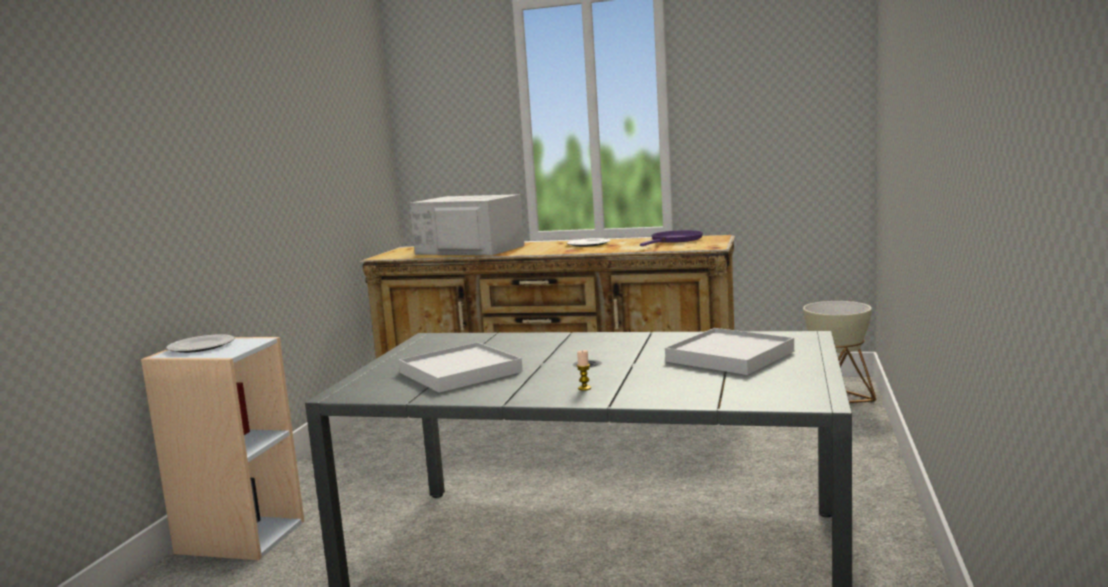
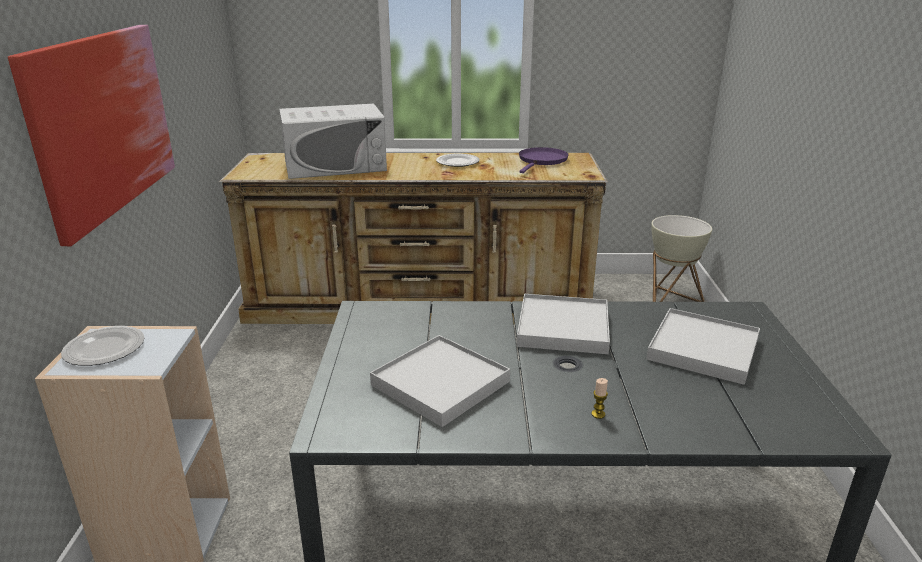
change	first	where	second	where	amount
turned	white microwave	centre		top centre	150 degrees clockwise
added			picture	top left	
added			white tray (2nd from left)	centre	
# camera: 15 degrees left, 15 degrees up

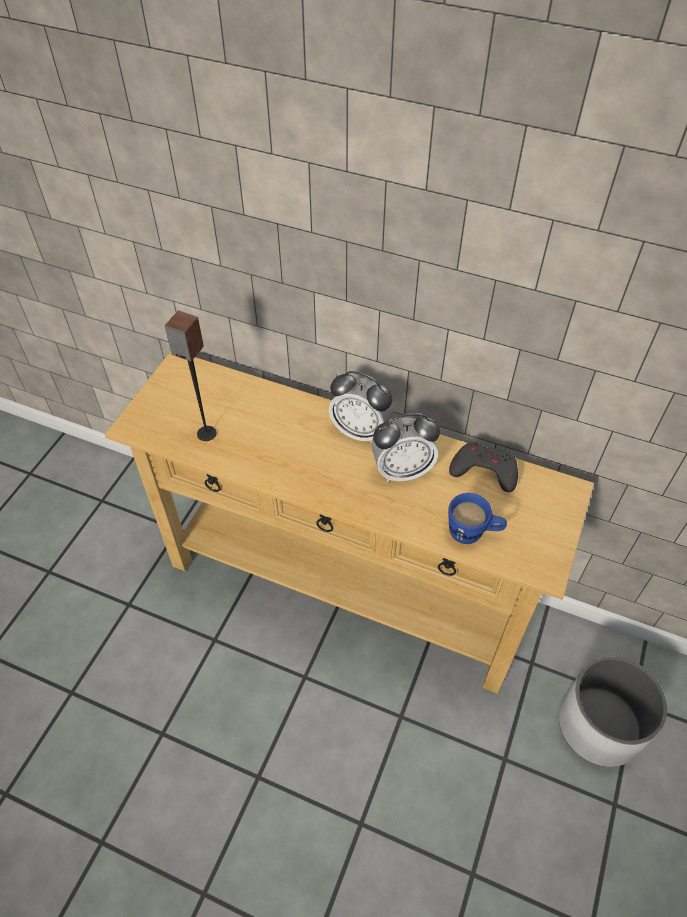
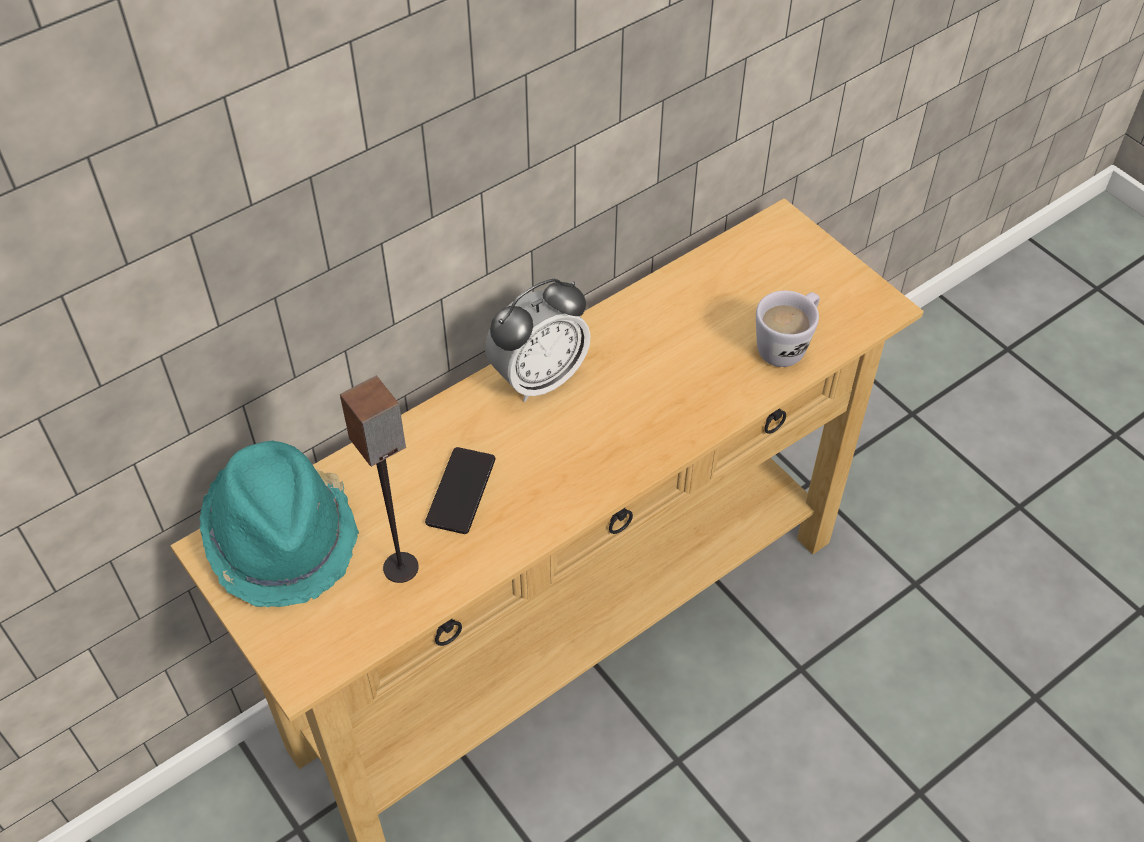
change	first	where	second	where	amount
removed	alarm clock (2nd from left)	centre			
removed	grey game controller	middle right			
recoloured	blue mug	middle right	white mug	middle right	
removed	white planter	bottom right			
added			turquoise hat	middle left	
added			phone	centre	
# camera: 60 degrees left, 0 degrees up

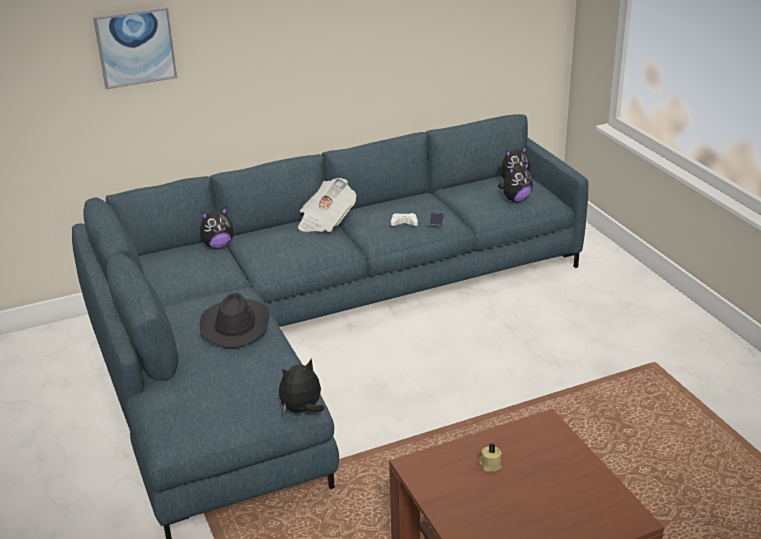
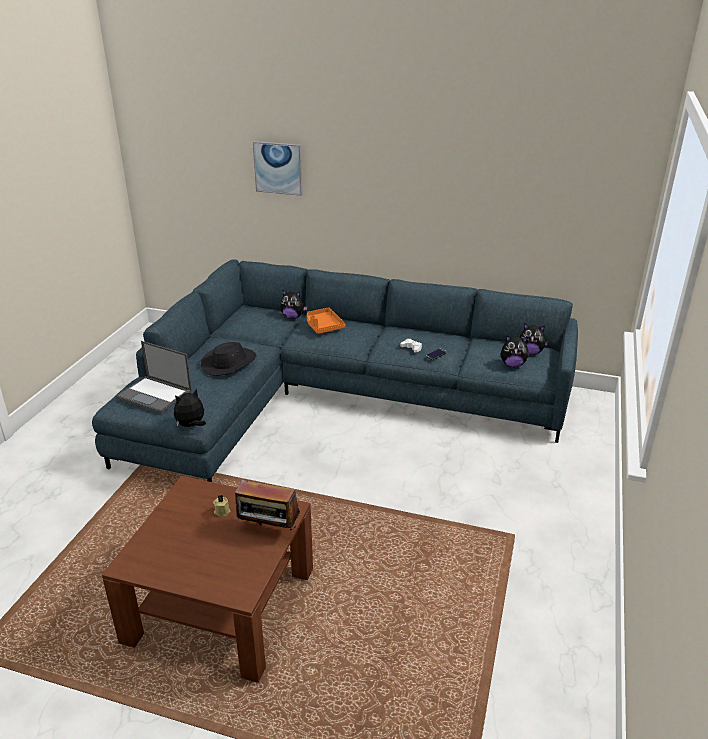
change	first	where	second	where	amount
removed	newspaper	centre			
turned	plush toy (2nd from left in the first image)	bottom centre	plush toy (1st from left)	middle left	45 degrees counterclockwise
added			orange tray	centre	
added			laptop	middle left	
added			radio	bottom centre	
# camera: 40 degrees right, 0 degrees up

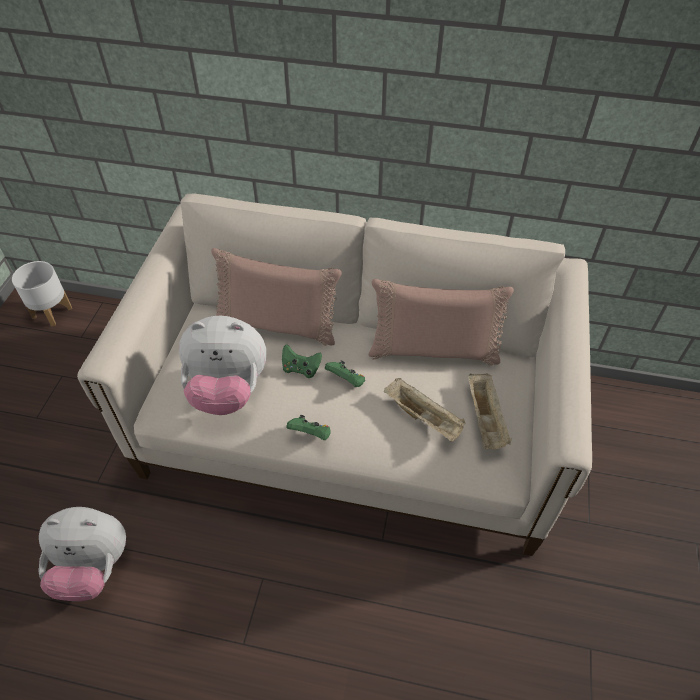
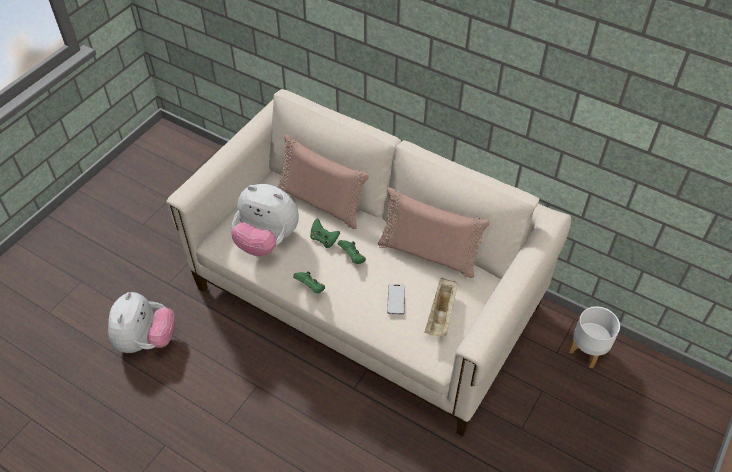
change	first	where	second	where	amount
moved	white planter	middle left		bottom right	
replaced	beige tray (1st from left)	centre	phone	centre	
turned	plush toy (1st from left)	bottom left		bottom left	105 degrees counterclockwise
# camera: 20 degrees right, 0 degrees up

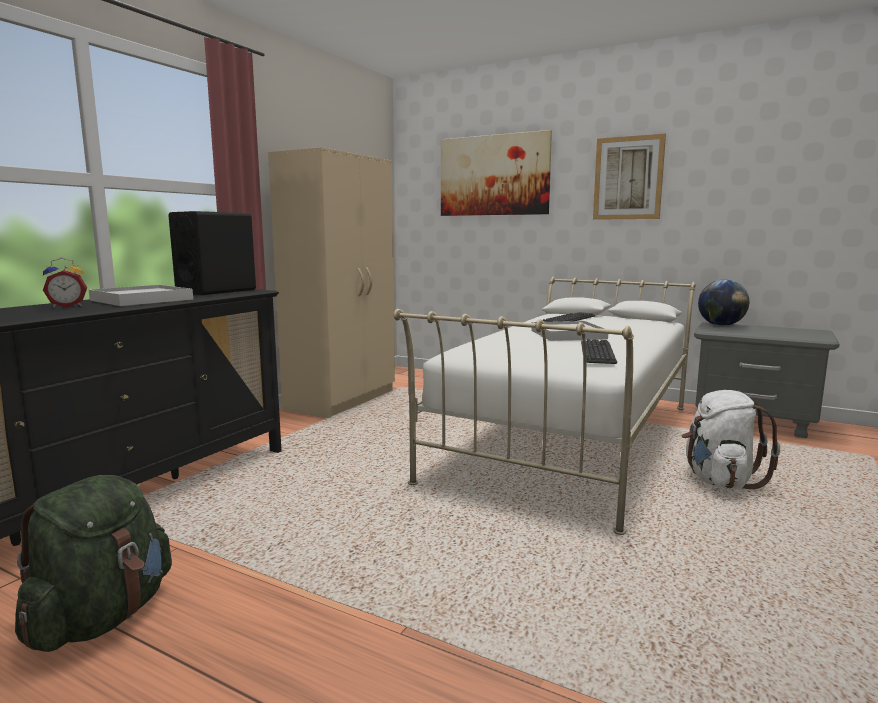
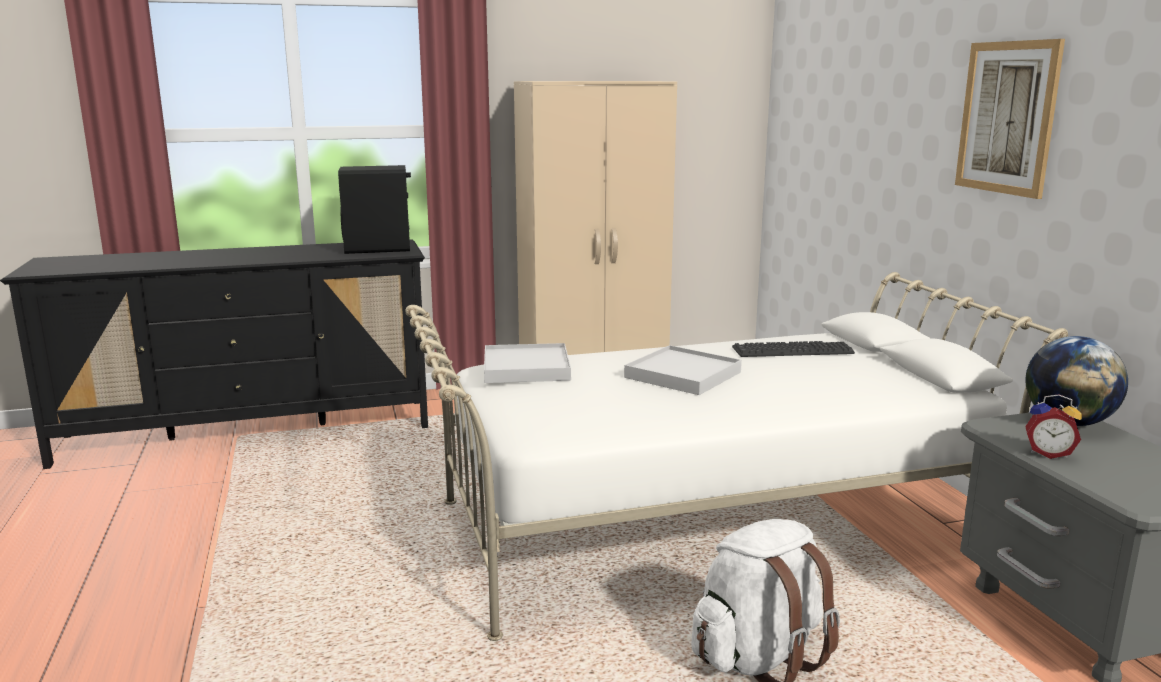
change	first	where	second	where	amount
removed	picture (1st from left)	top centre			
moved	alarm clock	middle left		middle right	
moved	white tray (1st from left)	middle left		centre	
removed	keyboard (2nd from left)	middle right			
removed	green backpack	bottom left			
# camera: 45 degrees right, 5 degrees up

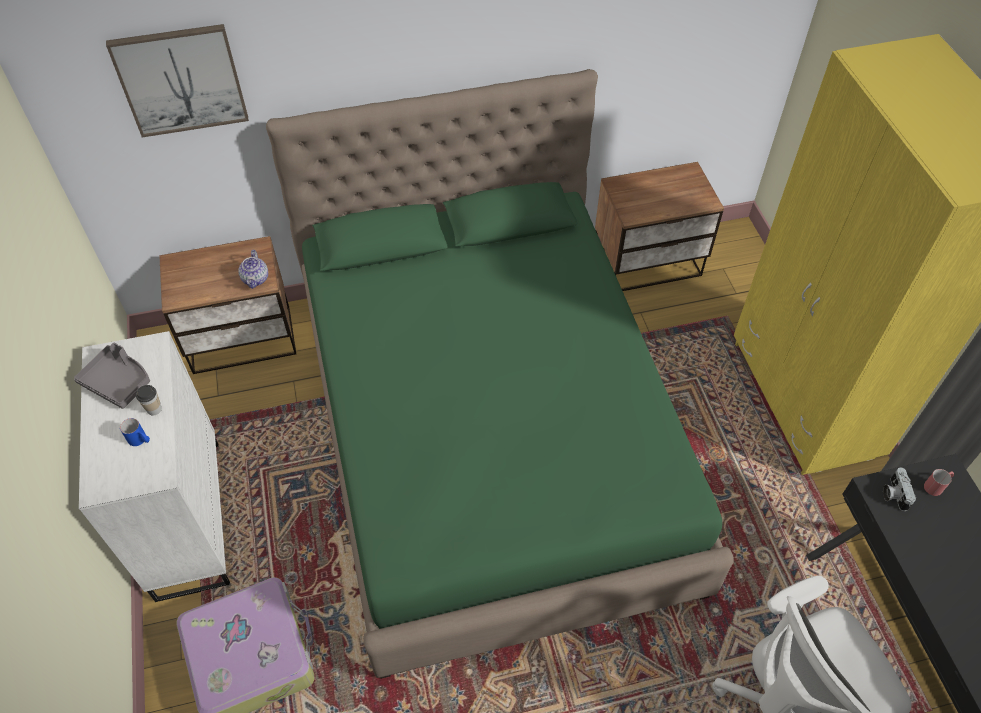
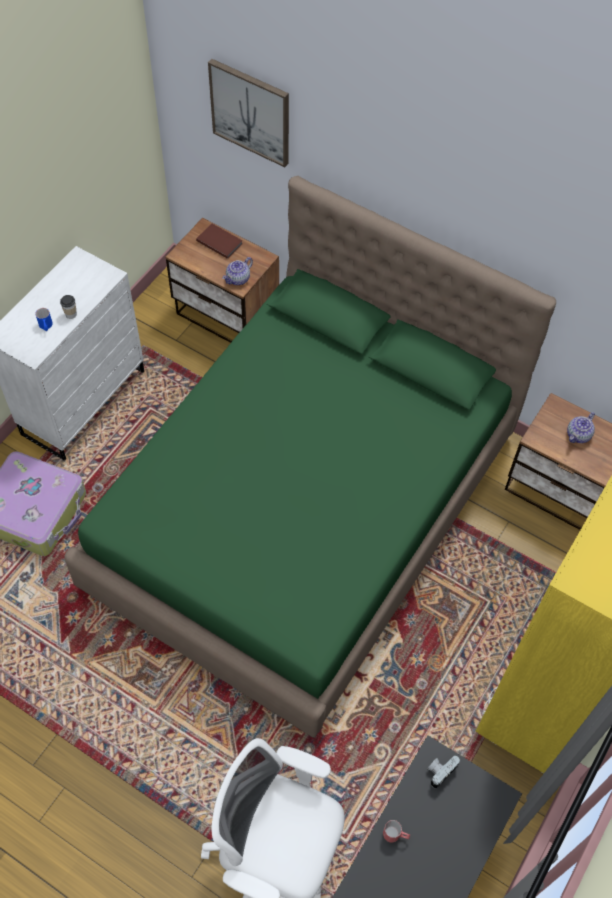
change	first	where	second	where	amount
removed	grey tray	middle left			
moved	red mug	bottom right		bottom centre	
added			brown book	top centre	
added			teapot (2nd from left)	middle right	
# camera: 45 degrees right, 5 degrees up

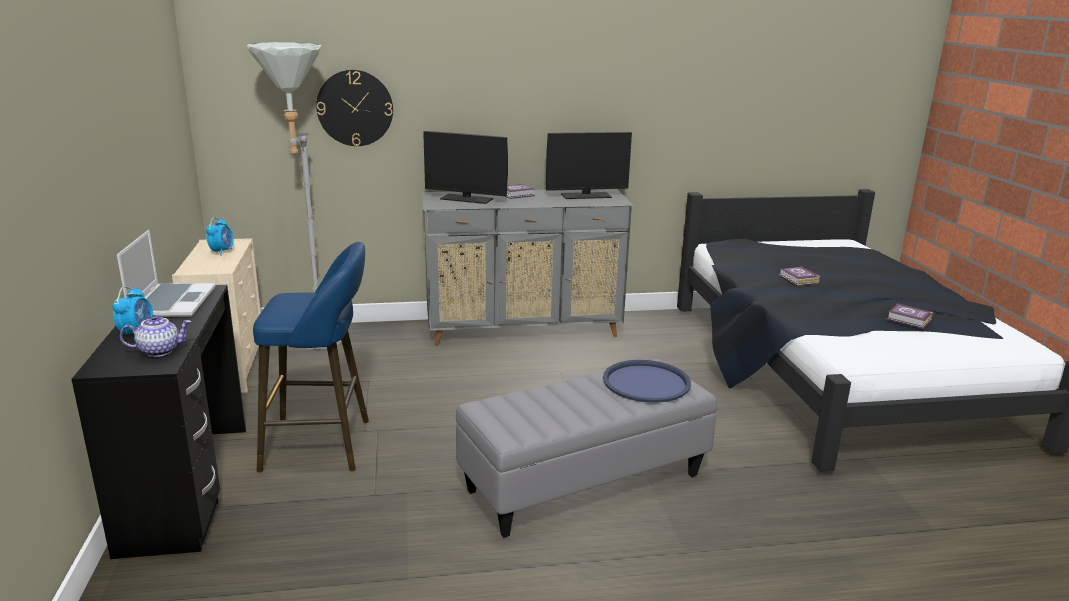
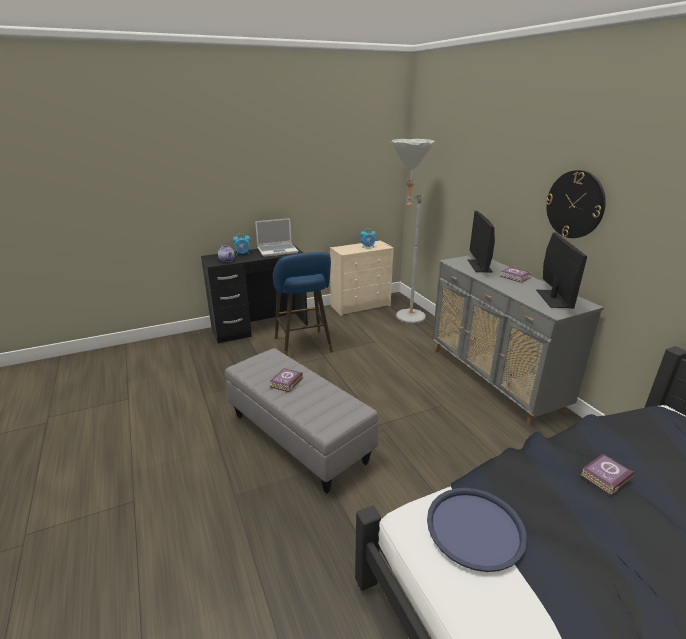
change	first	where	second	where	amount
moved	wall clock	top left		top right	
turned	monitor (2nd from left)	top centre		middle right	150 degrees counterclockwise
moved	book (3rd from left in the first image)	middle right	book (1st from left)	centre	
moved	blue tray	centre		bottom right	
# camera: 75 degrees right, 5 degrees up

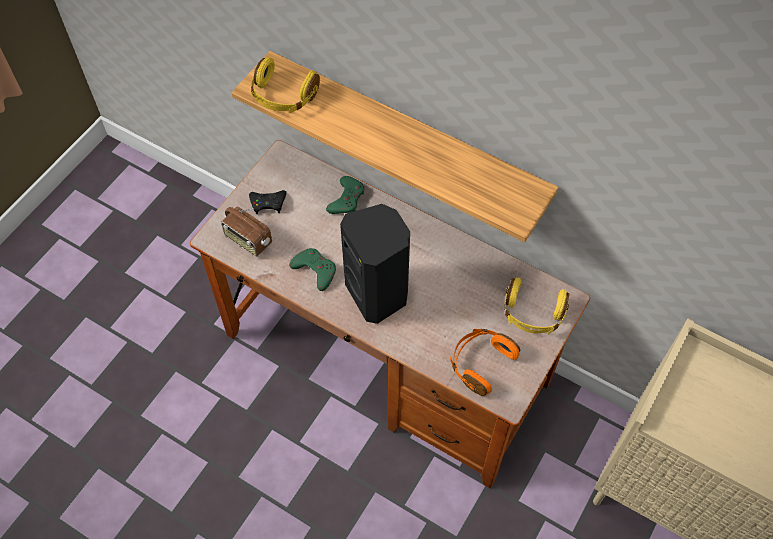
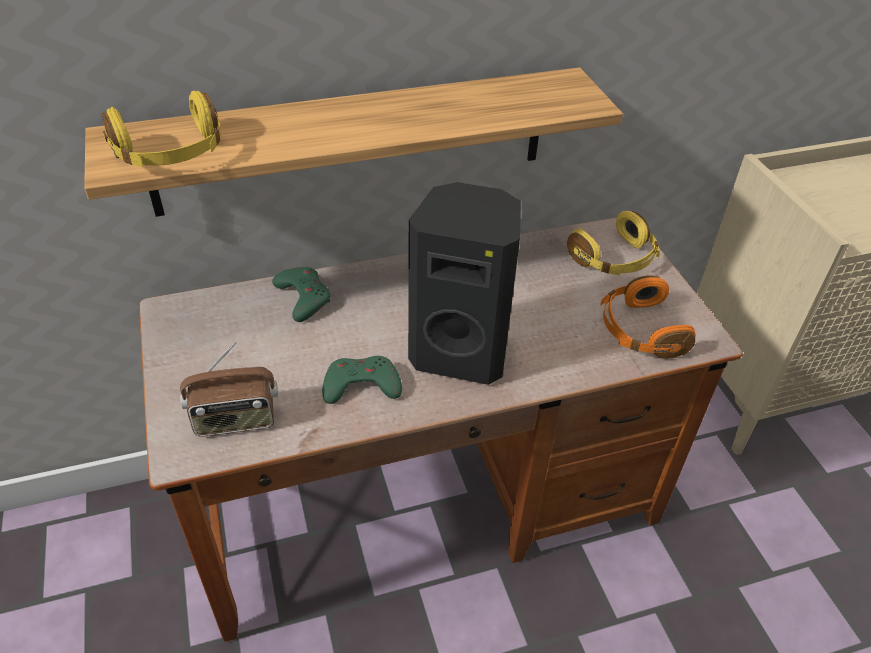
change	first	where	second	where	amount
removed	black game controller	centre			
# camera: 50 degrees left, 15 degrees down

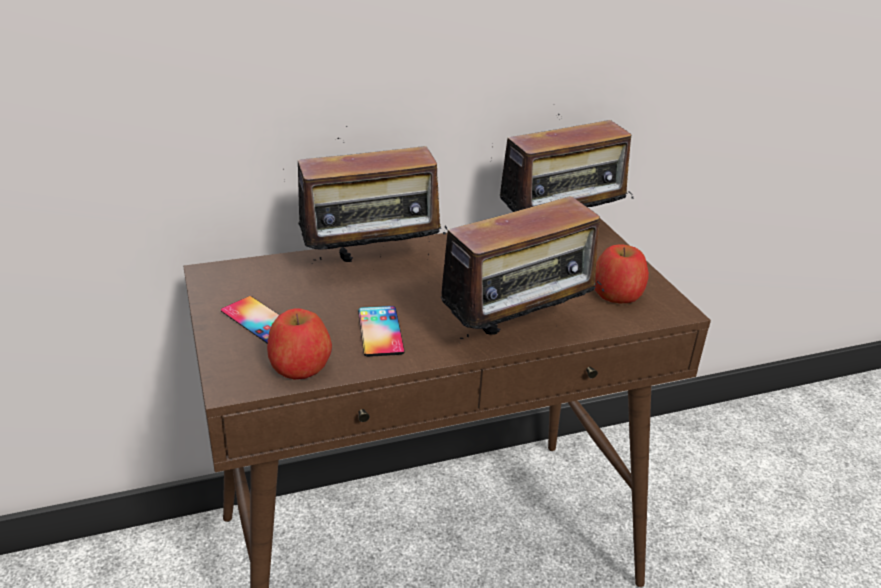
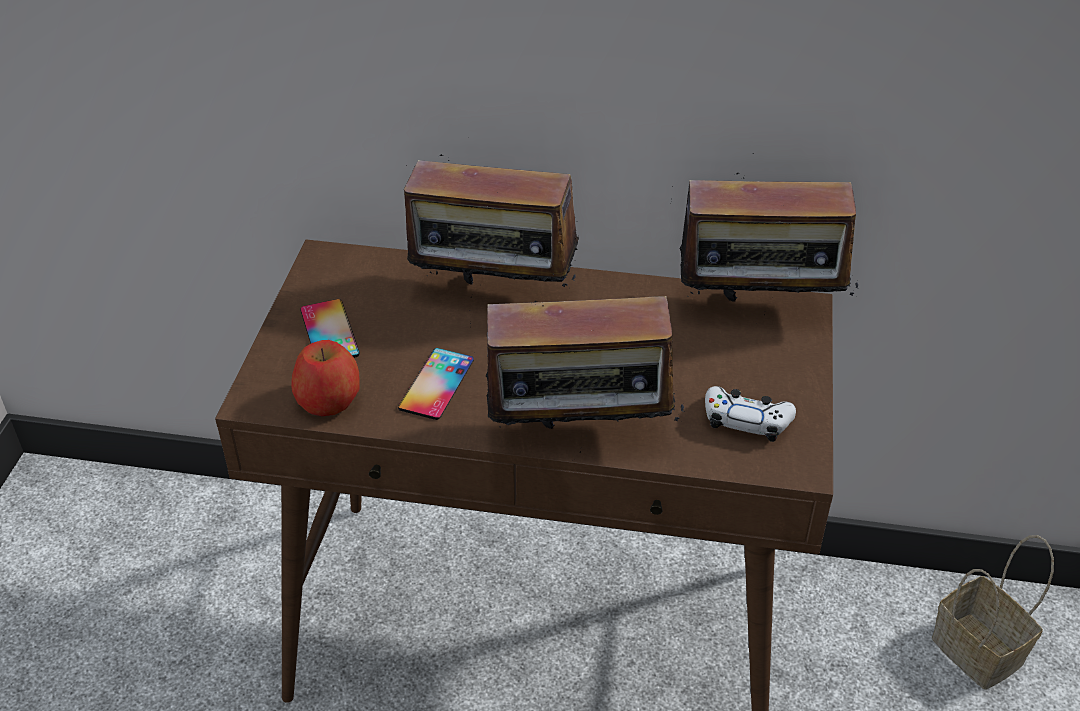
change	first	where	second	where	amount
replaced	apple (2nd from left)	middle right	white game controller	middle right	
added			basket	bottom right	
# camera: 30 degrees right, 10 degrees up

